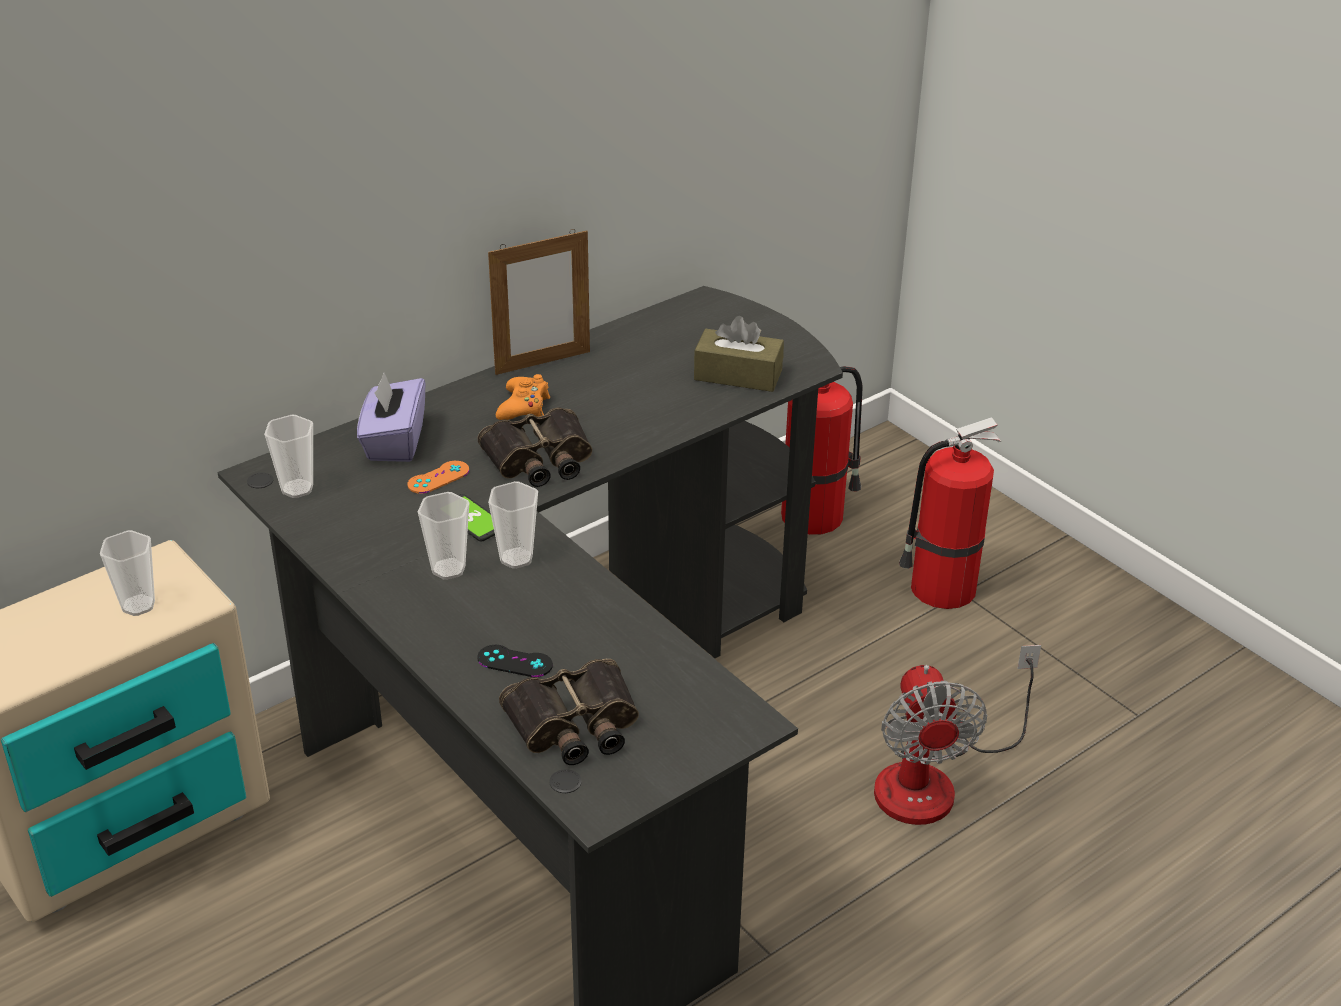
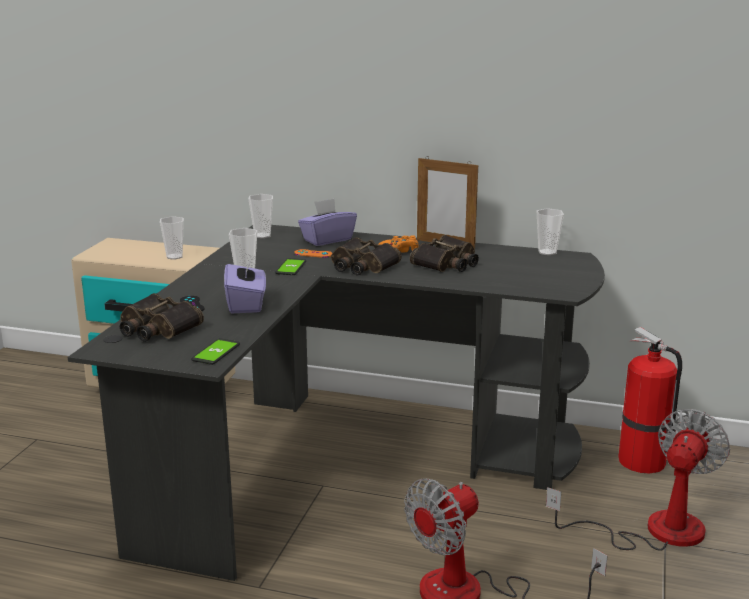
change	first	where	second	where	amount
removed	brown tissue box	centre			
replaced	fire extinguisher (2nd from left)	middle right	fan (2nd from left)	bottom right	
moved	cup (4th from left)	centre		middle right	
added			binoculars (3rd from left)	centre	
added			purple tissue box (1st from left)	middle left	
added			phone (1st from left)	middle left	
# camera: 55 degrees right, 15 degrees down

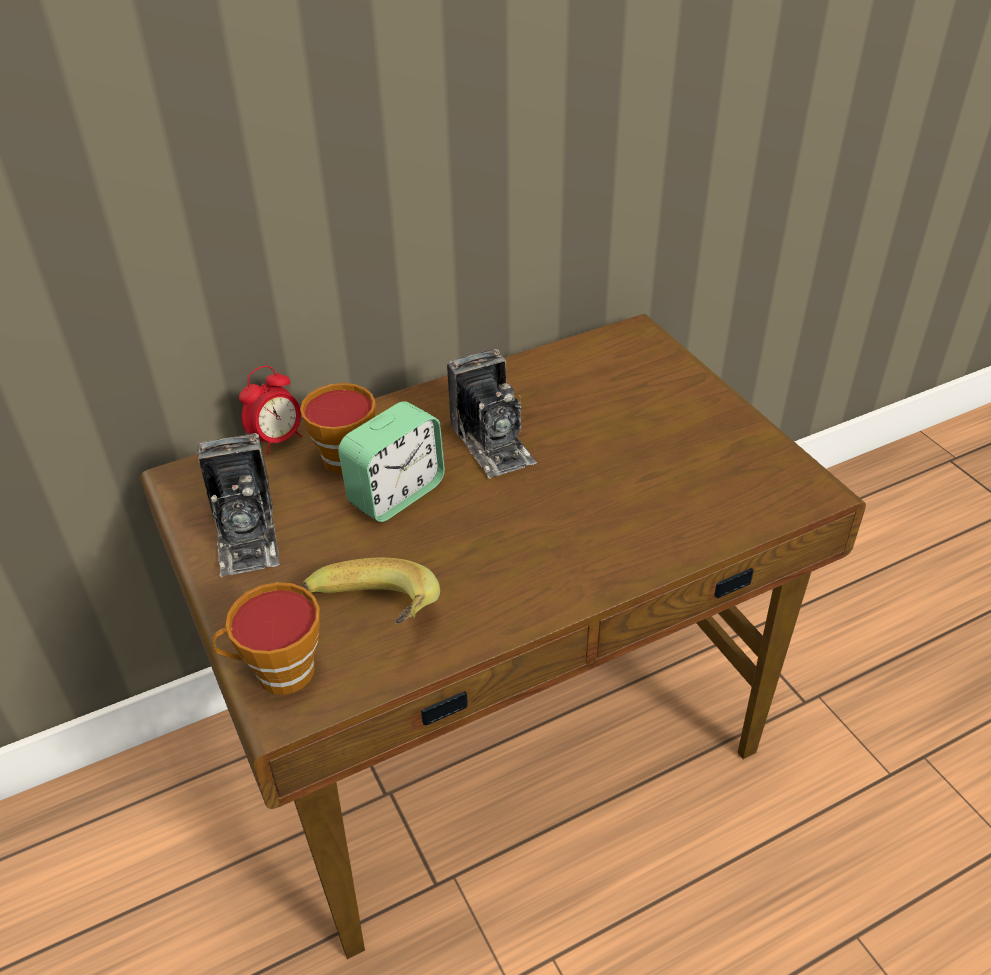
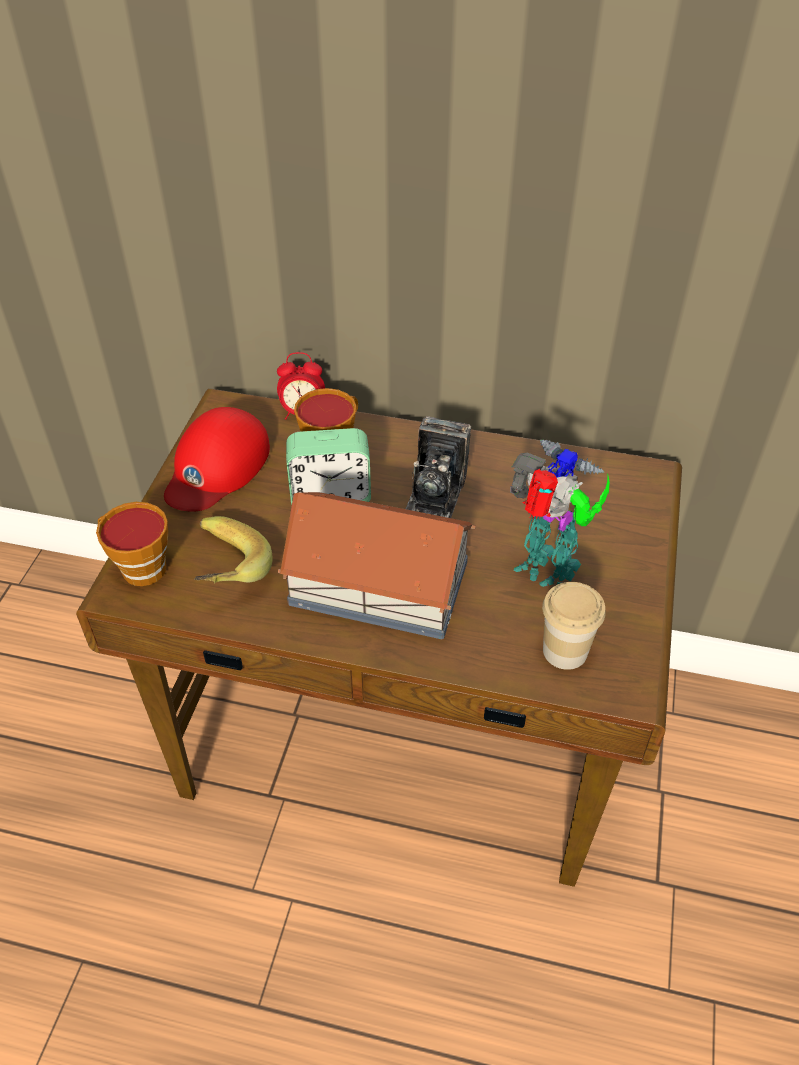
change	first	where	second	where	amount
replaced	photo camera (1st from left)	middle left	red cap	middle left	
added			toy robot	middle right	
added			toy house	centre	
added			cup (3rd from left)	middle right	
# camera: 40 degrees right, 5 degrees up

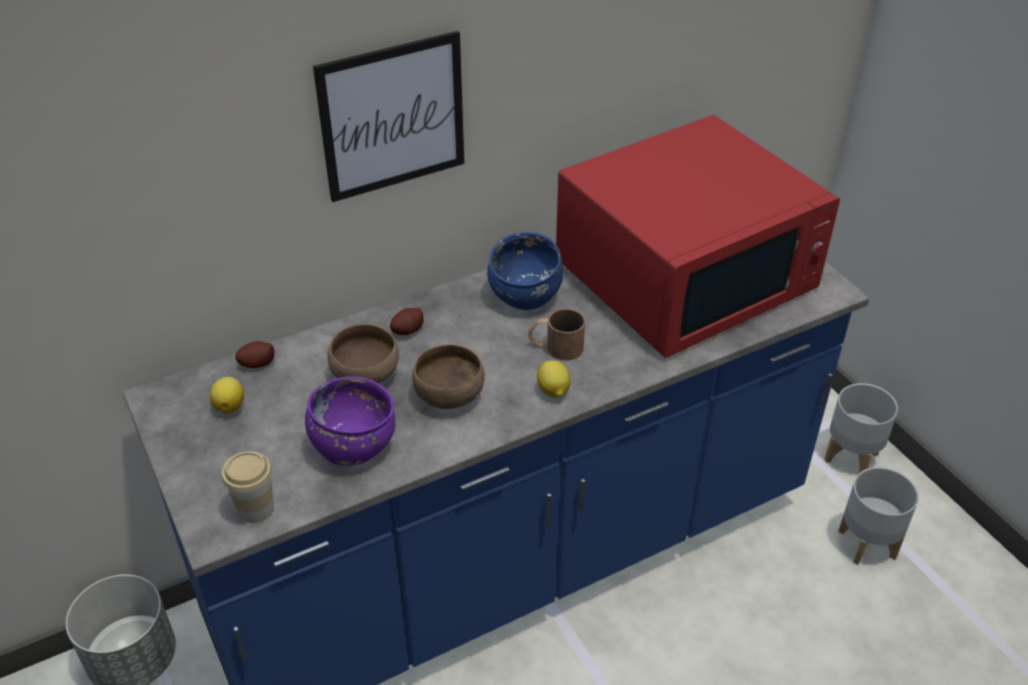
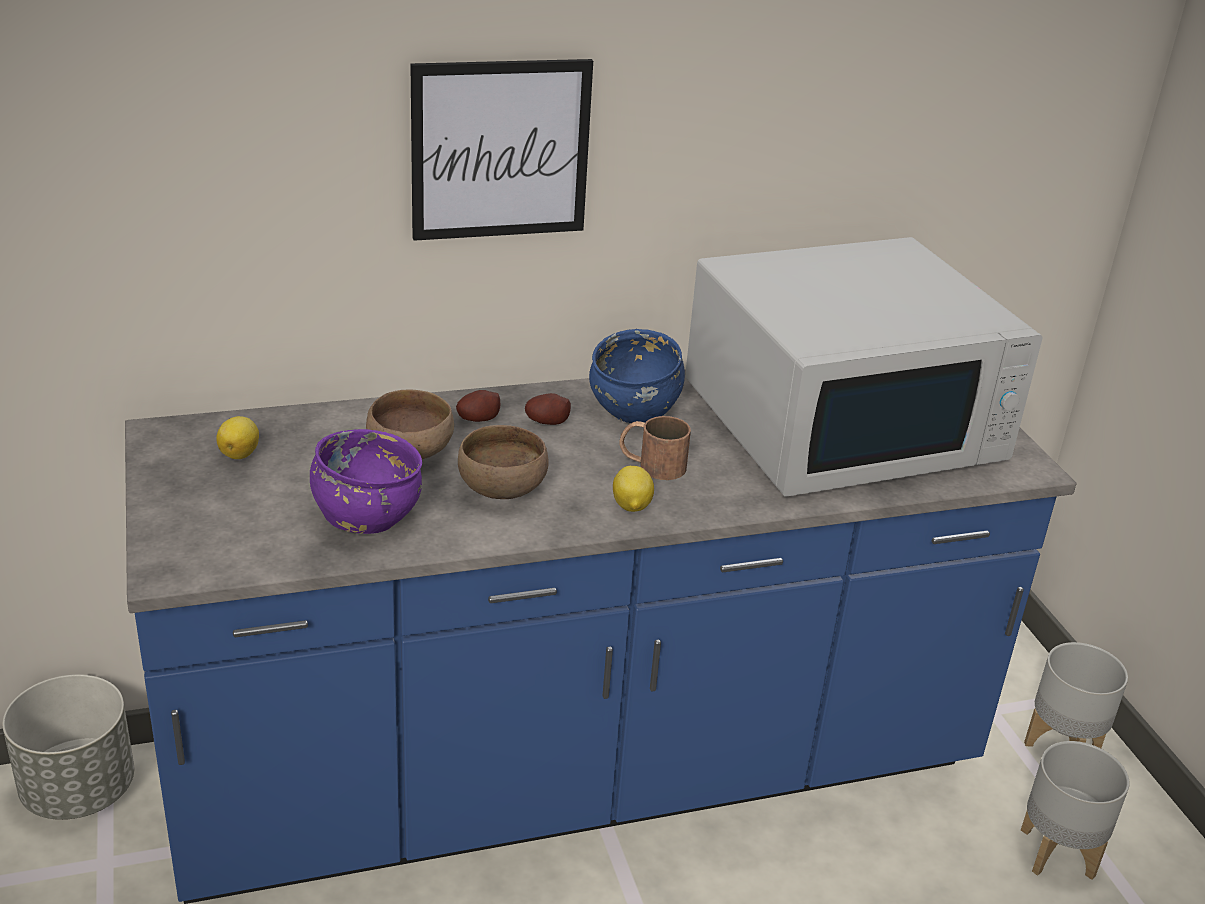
change	first	where	second	where	amount
recoloured	red microwave	middle right	white microwave	middle right	
moved	potato (1st from left in the first image)	middle left	potato (2nd from left)	centre	
removed	cup	bottom left			
# camera: 10 degrees right, 10 degrees down

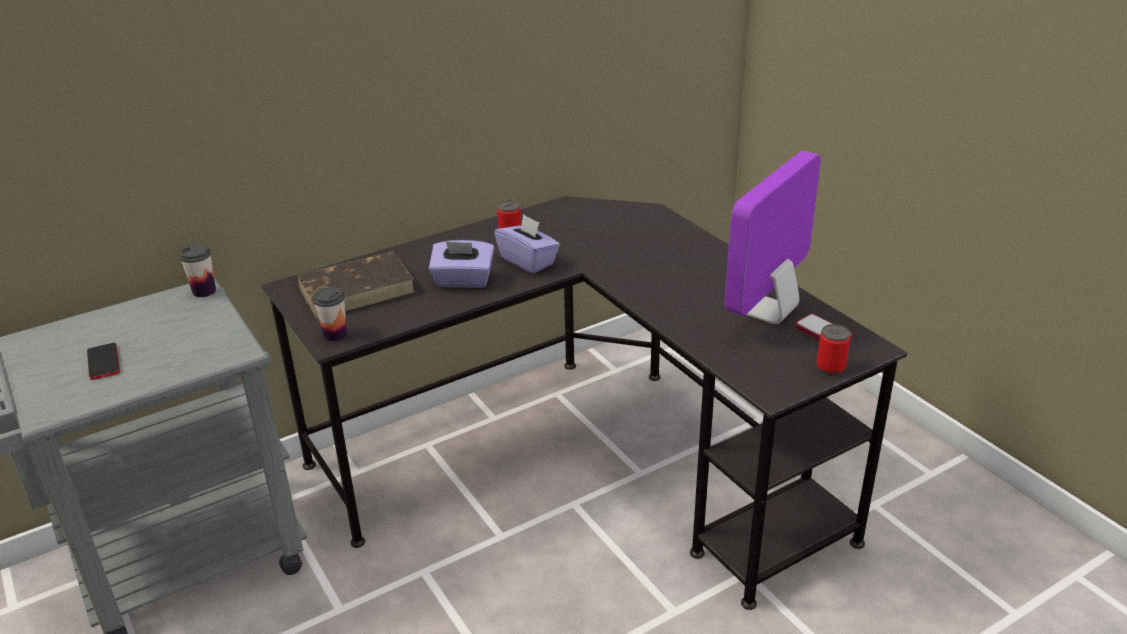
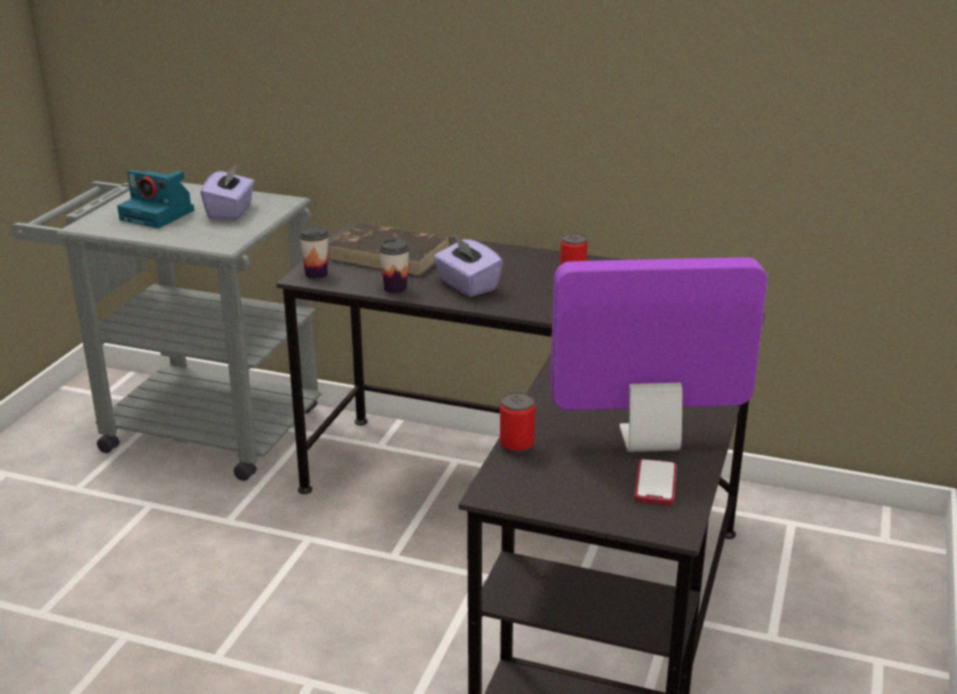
change	first	where	second	where	amount
moved	purple tissue box (2nd from left in the first image)	centre	purple tissue box (1st from left)	top left	
moved	cup (1st from left in the first image)	middle left	cup (2nd from left)	centre	
moved	can (2nd from left in the first image)	middle right	can (1st from left)	centre	
replaced	phone (1st from left)	middle left	photo camera	top left	
# camera: 50 degrees right, 5 degrees down

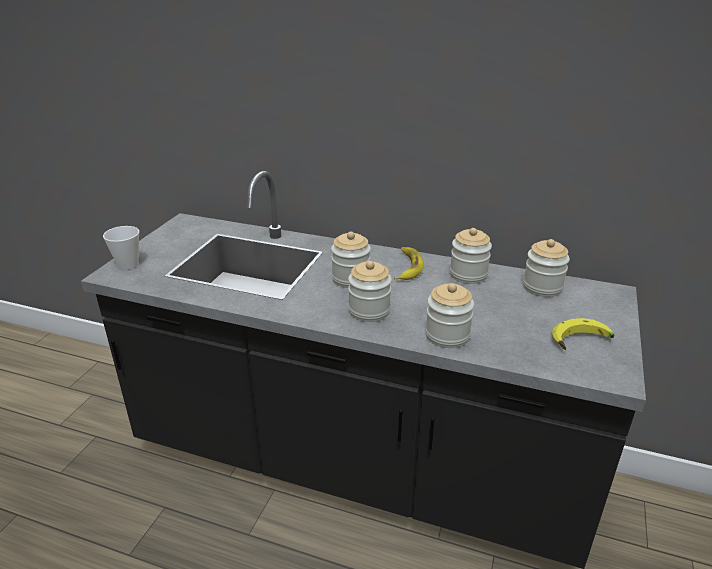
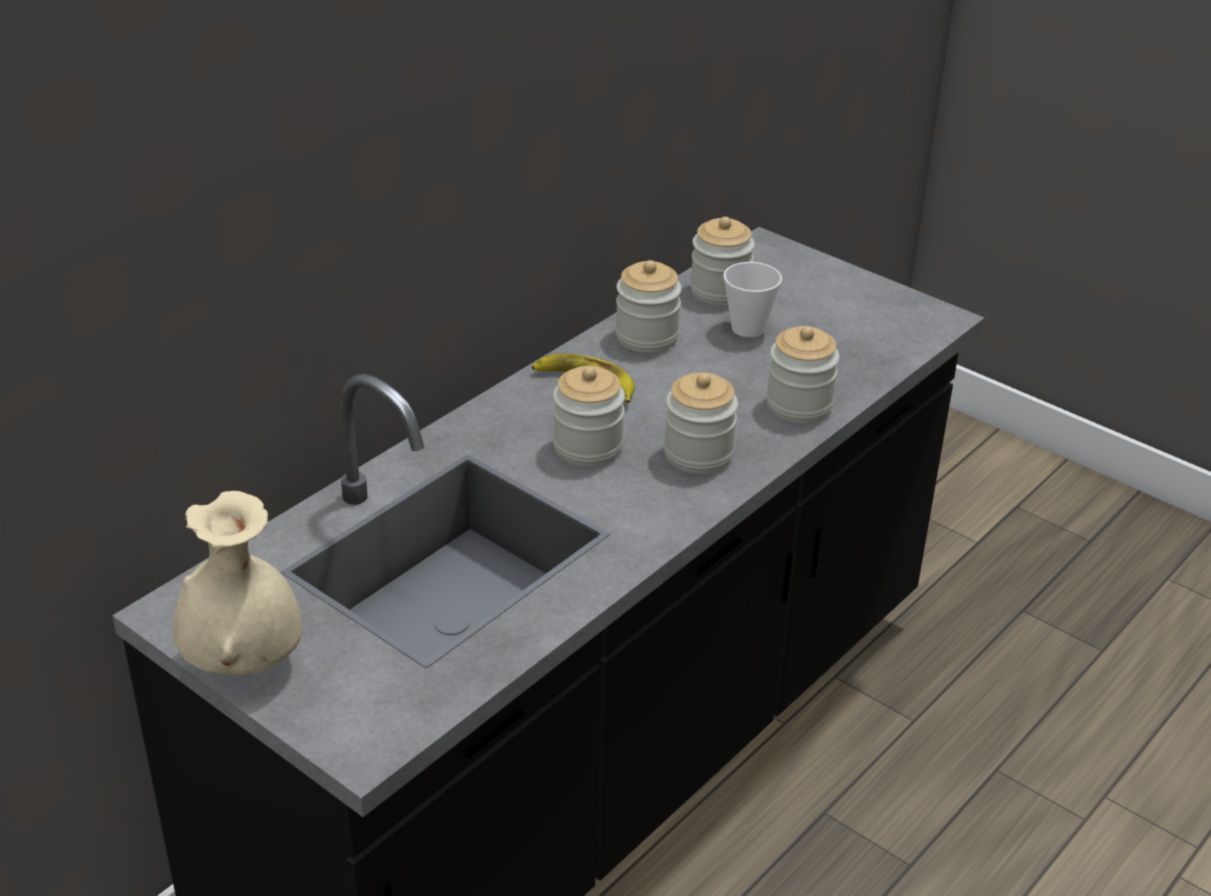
change	first	where	second	where	amount
moved	cup	middle left		centre	
removed	banana (2nd from left)	middle right			
added			beige vase	middle left	
# camera: 70 degrees left, 5 degrees up

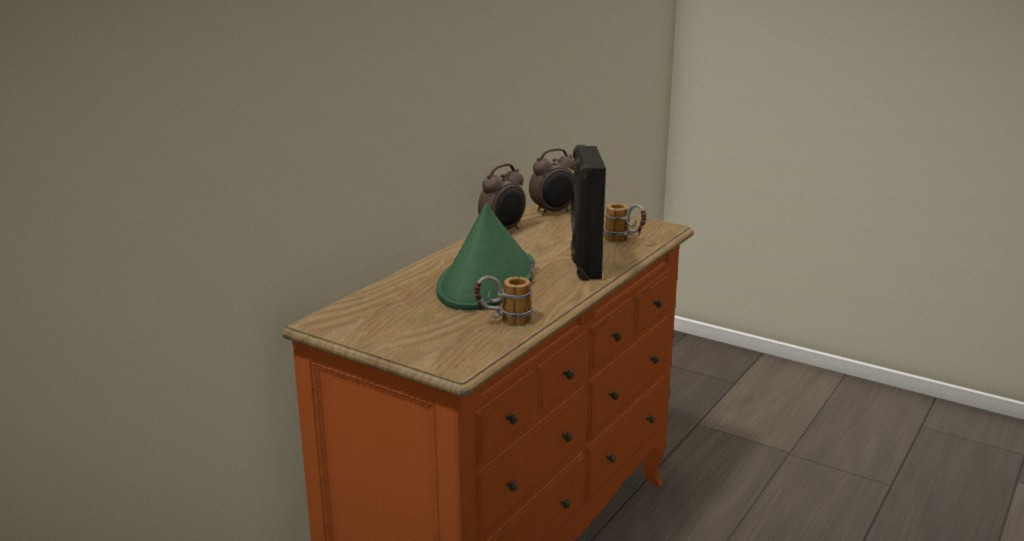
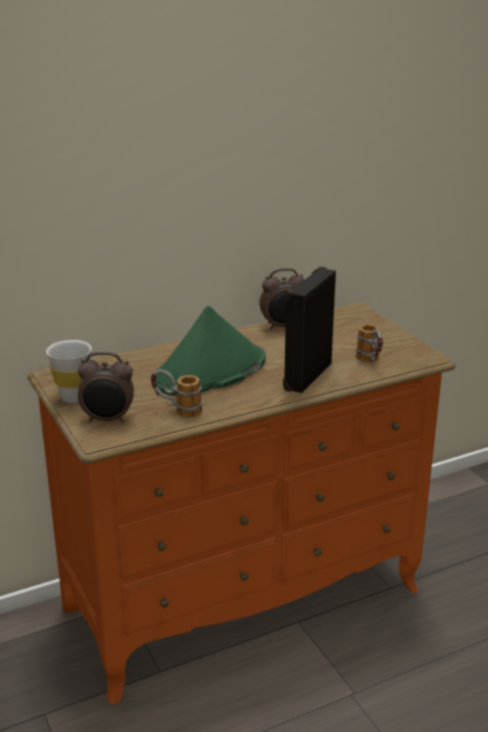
change	first	where	second	where	amount
moved	alarm clock (2nd from left in the first image)	centre	alarm clock (1st from left)	middle left	
added			white cup	middle left	
# camera: 30 degrees right, 5 degrees up

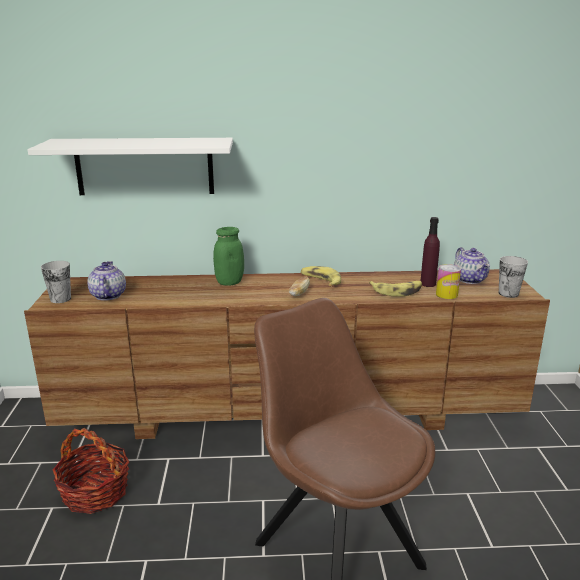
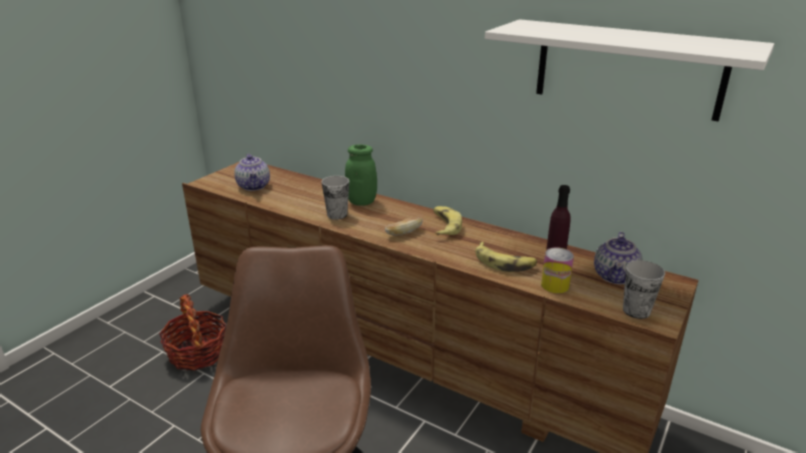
change	first	where	second	where	amount
moved	white shelf	top left		top right	
moved	cup (1st from left)	middle left		centre	
turned	teapot (1st from left)	middle left		middle left	135 degrees clockwise
# camera: 35 degrees right, 5 degrees up

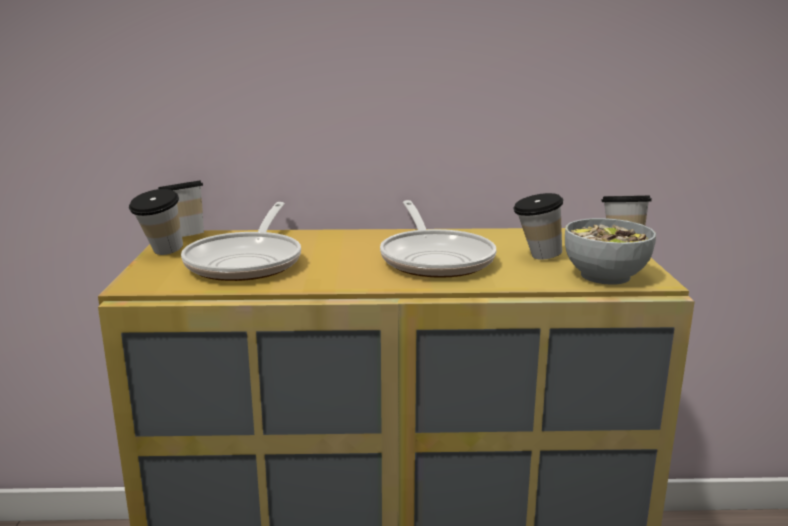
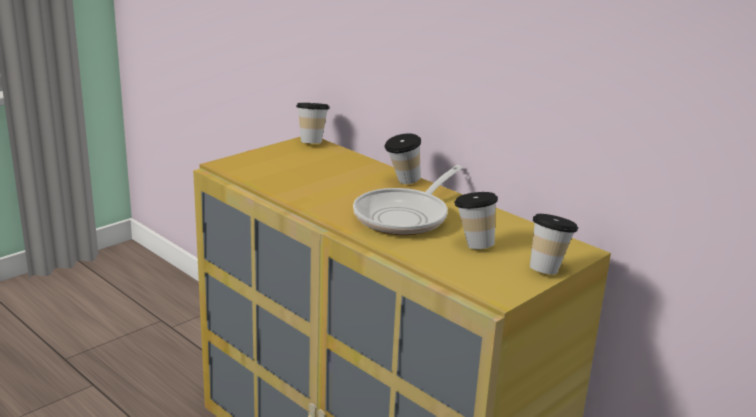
change	first	where	second	where	amount
moved	cup (1st from left in the first image)	middle left	cup (2nd from left)	centre	
removed	frying pan (1st from left)	middle left			
removed	bowl	middle right			
# camera: 45 degrees right, 5 degrees up

